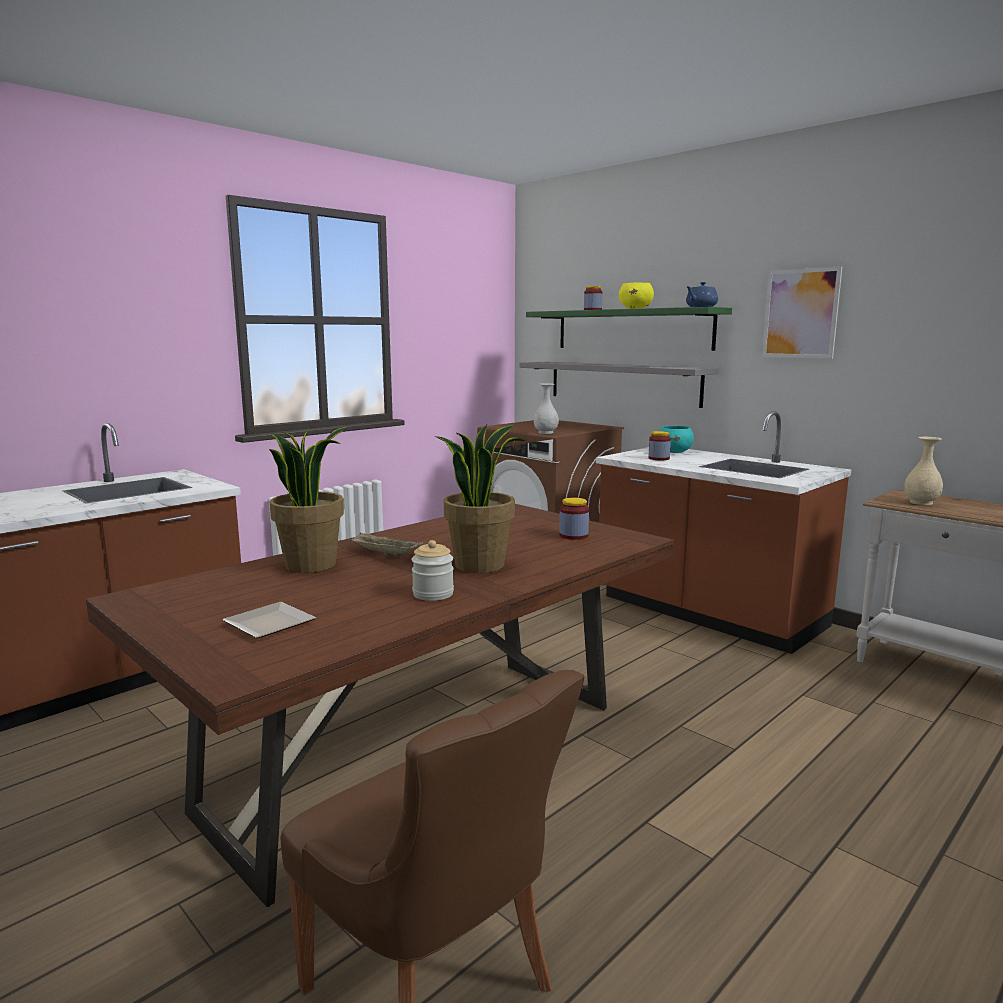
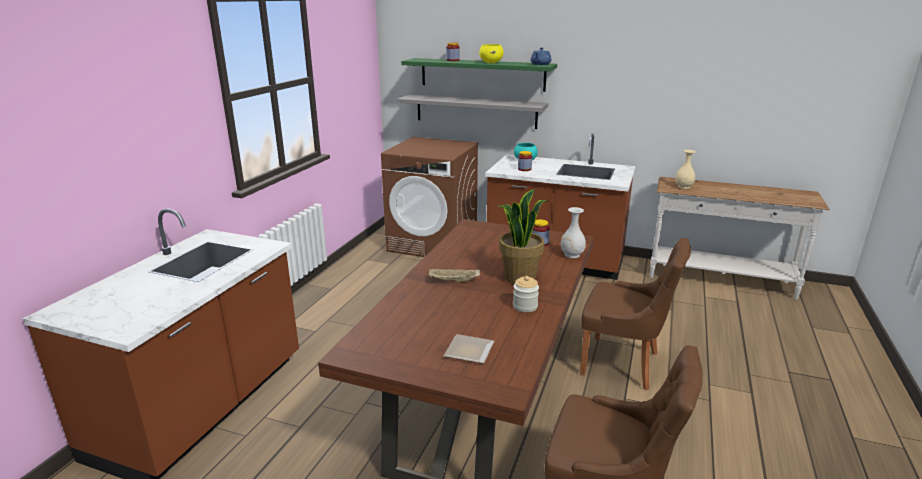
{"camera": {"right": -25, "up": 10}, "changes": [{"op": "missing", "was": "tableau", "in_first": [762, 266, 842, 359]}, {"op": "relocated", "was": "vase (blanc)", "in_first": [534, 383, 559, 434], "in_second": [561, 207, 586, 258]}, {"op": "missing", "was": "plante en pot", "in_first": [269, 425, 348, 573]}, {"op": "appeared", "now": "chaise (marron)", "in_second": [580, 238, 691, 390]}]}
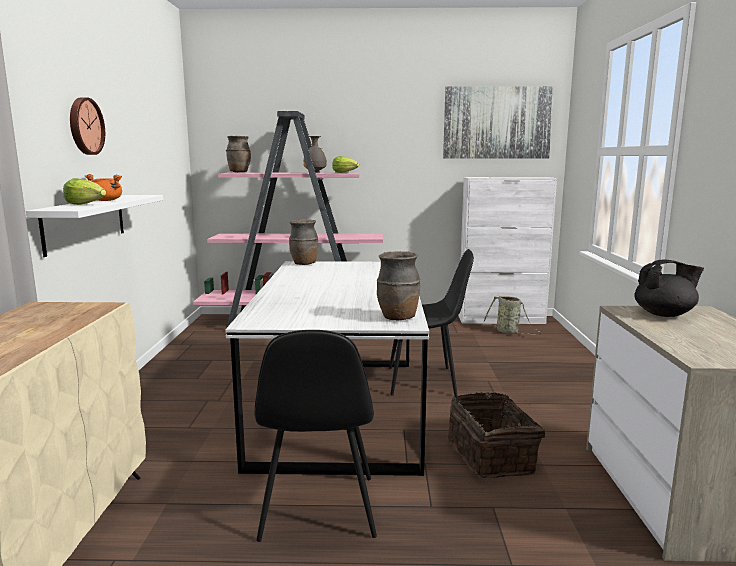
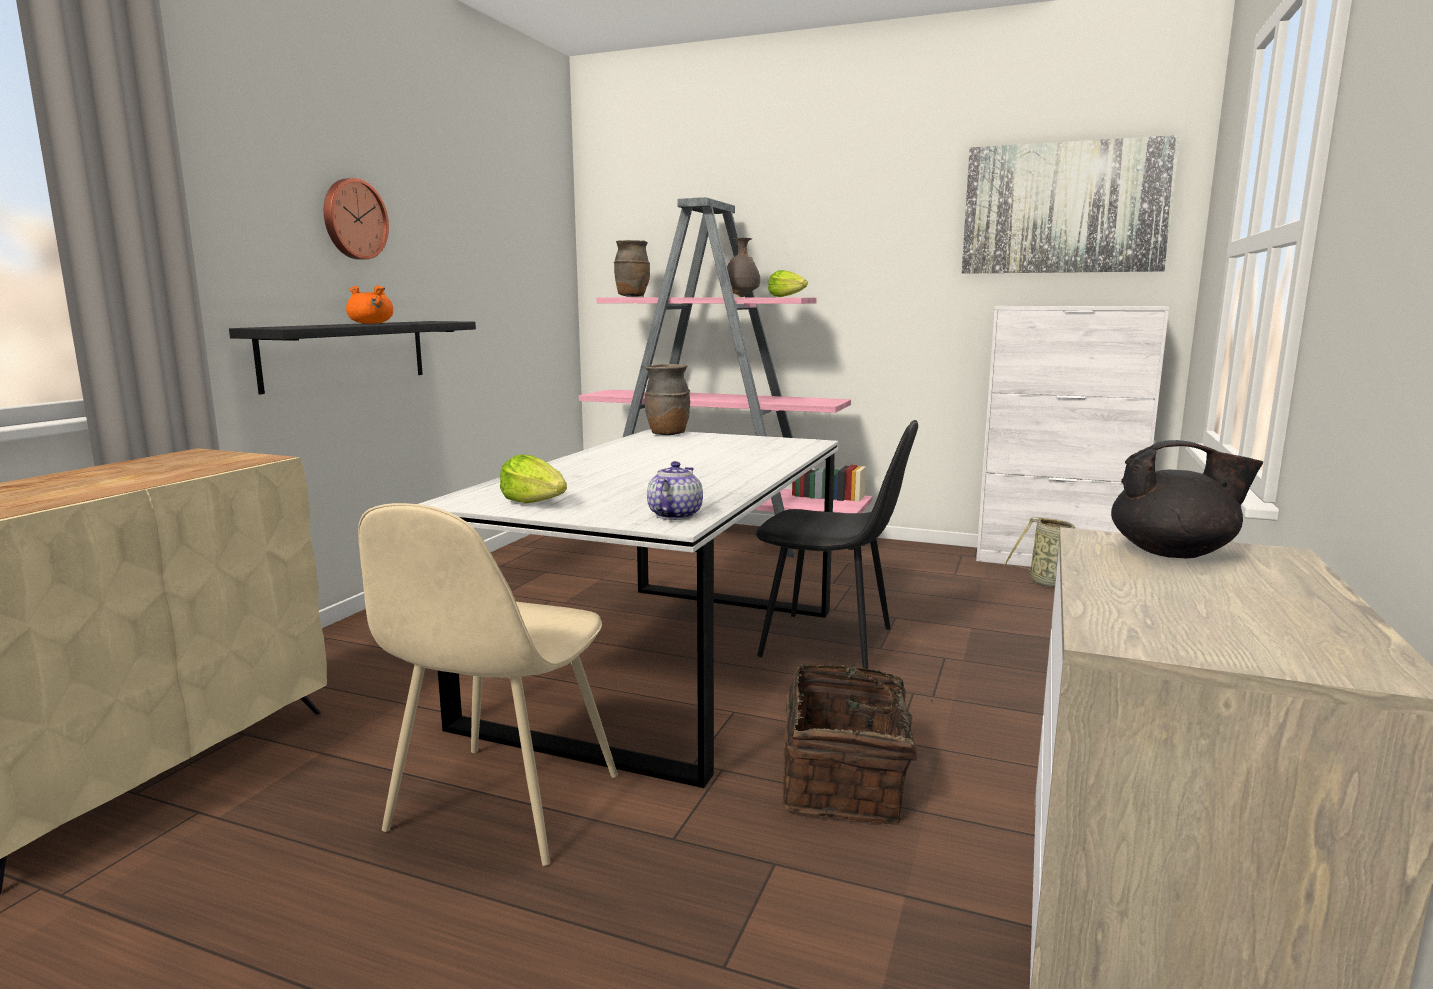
{"camera": {"right": 20, "up": 0}, "changes": [{"op": "relocated", "was": "laitue", "in_first": [63, 178, 106, 205], "in_second": [500, 455, 567, 503]}, {"op": "colour", "was": "étagère (blanc)", "now": "étagère (noir)", "in_first": [26, 195, 163, 257], "in_second": [229, 321, 476, 394]}, {"op": "exchanged", "was": "vase (marron)", "now": "théière", "in_first": [377, 251, 420, 320], "in_second": [647, 461, 703, 520]}, {"op": "colour", "was": "chaise (noir)", "now": "chaise (beige)", "in_first": [255, 330, 377, 542], "in_second": [358, 503, 618, 866]}]}
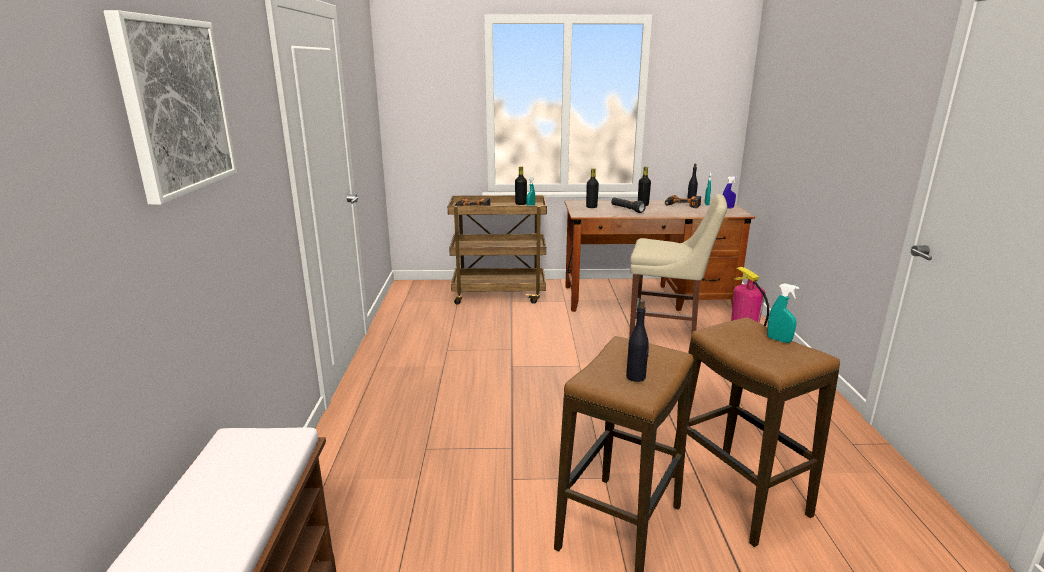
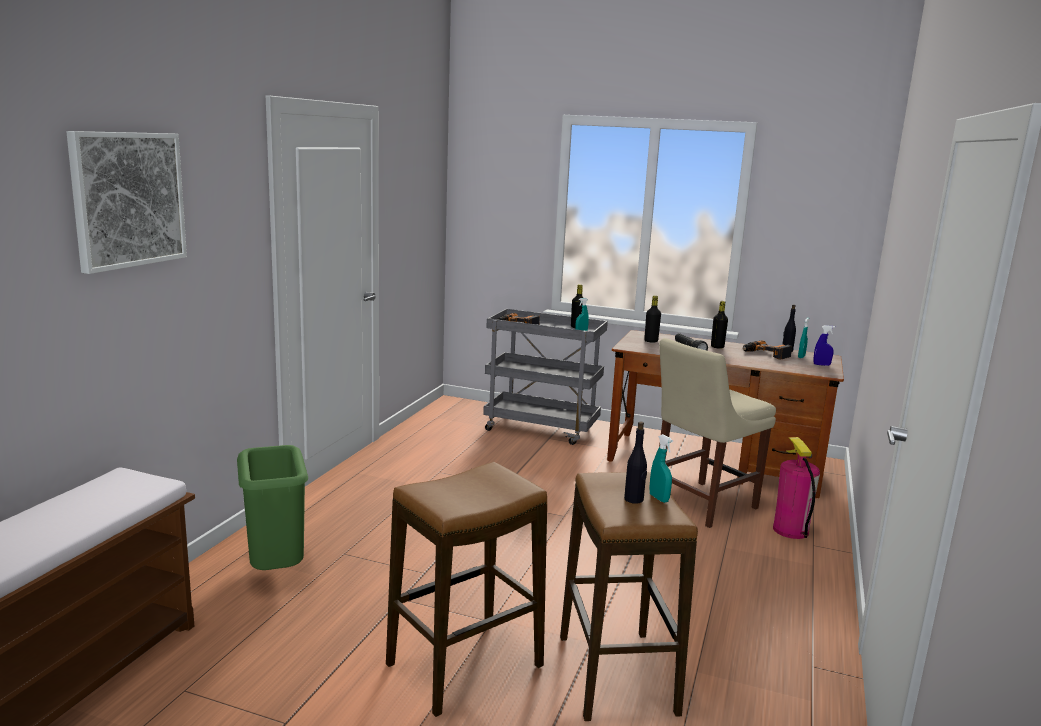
{"camera": {"right": 20, "up": -5}, "changes": [{"op": "spun", "was": "chaise (beige)", "in_first": [629, 194, 727, 339], "in_second": [659, 338, 776, 528], "clockwise": 105}, {"op": "colour", "was": "chariot (marron)", "now": "chariot (gris)", "in_first": [448, 195, 547, 305], "in_second": [483, 309, 608, 445]}, {"op": "relocated", "was": "bouteille (noir)", "in_first": [626, 299, 649, 382], "in_second": [624, 422, 647, 504]}, {"op": "appeared", "now": "poubelle (vert)", "in_second": [237, 445, 308, 570]}]}
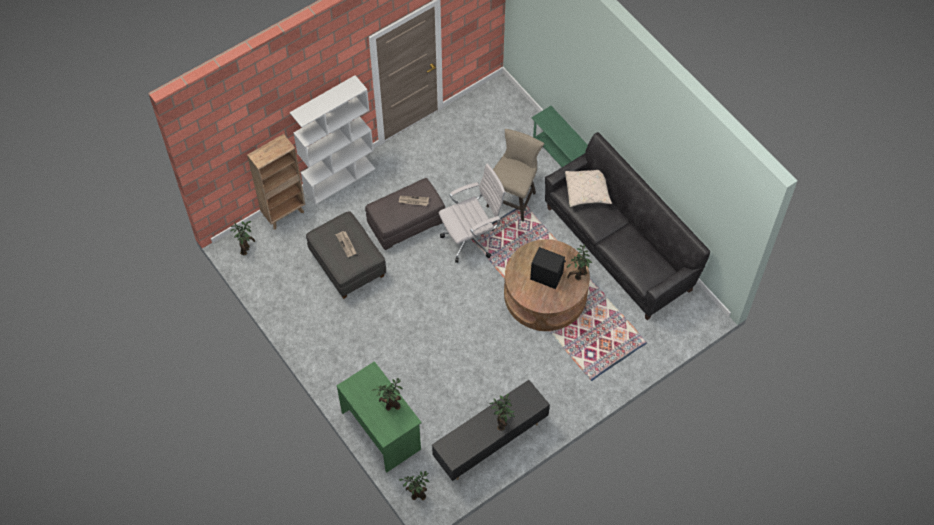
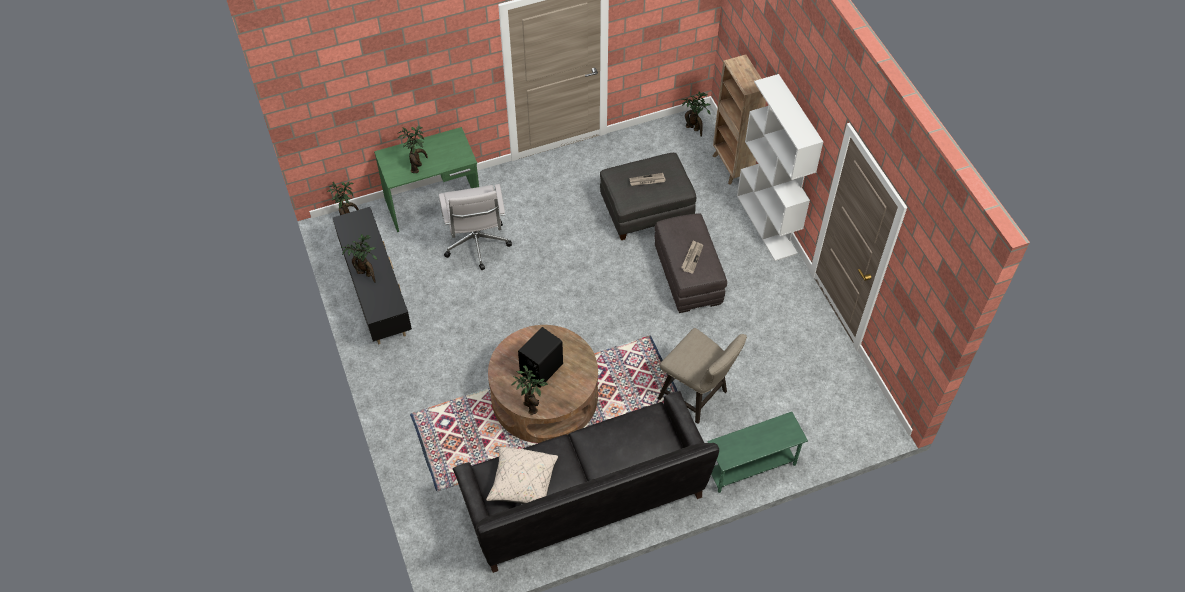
{"camera": {"right": 105, "up": -5}, "changes": [{"op": "relocated", "was": "chaise de bureau (blanc)", "in_first": [439, 164, 506, 263], "in_second": [439, 184, 512, 270]}, {"op": "relocated", "was": "coussin (beige)", "in_first": [565, 170, 612, 208], "in_second": [486, 446, 558, 504]}]}
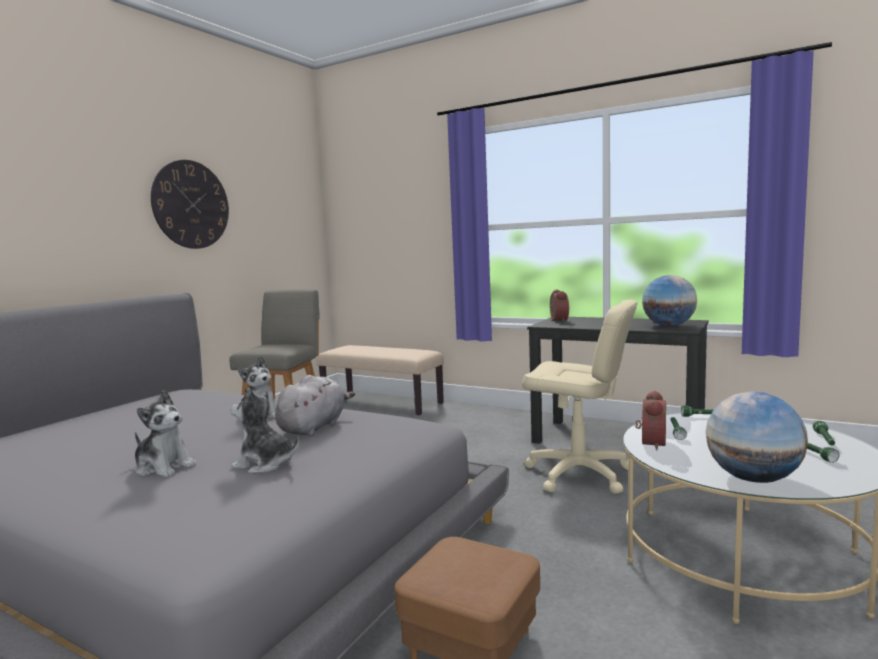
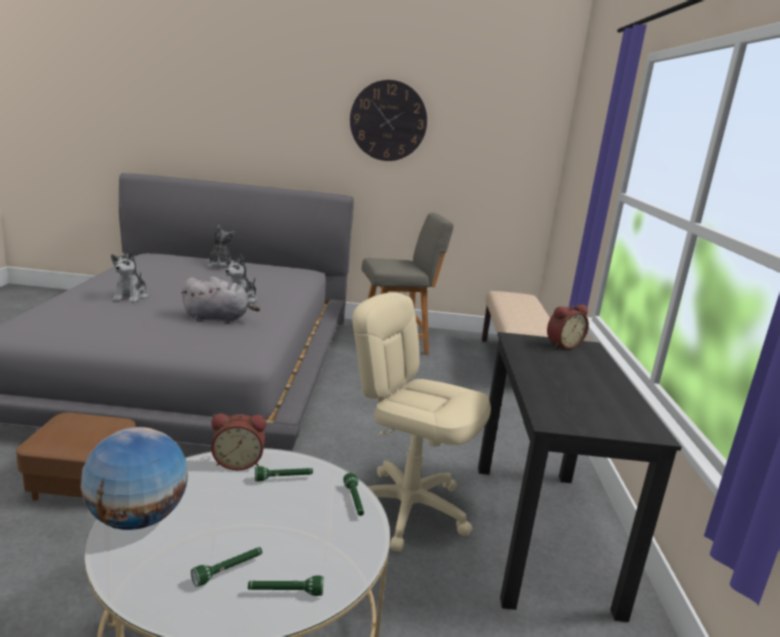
{"camera": {"right": 60, "up": 10}, "changes": [{"op": "missing", "was": "globe", "in_first": [642, 275, 697, 326]}, {"op": "spun", "was": "chaise de bureau (beige)", "in_first": [522, 300, 637, 494], "in_second": [352, 292, 491, 552], "clockwise": 120}, {"op": "relocated", "was": "peluche", "in_first": [231, 388, 299, 474], "in_second": [207, 225, 234, 269]}]}
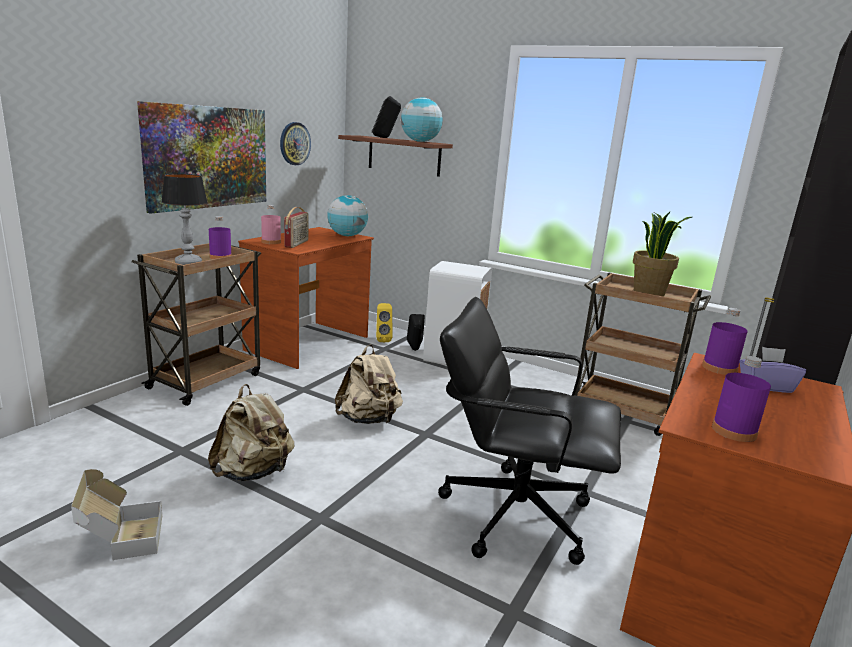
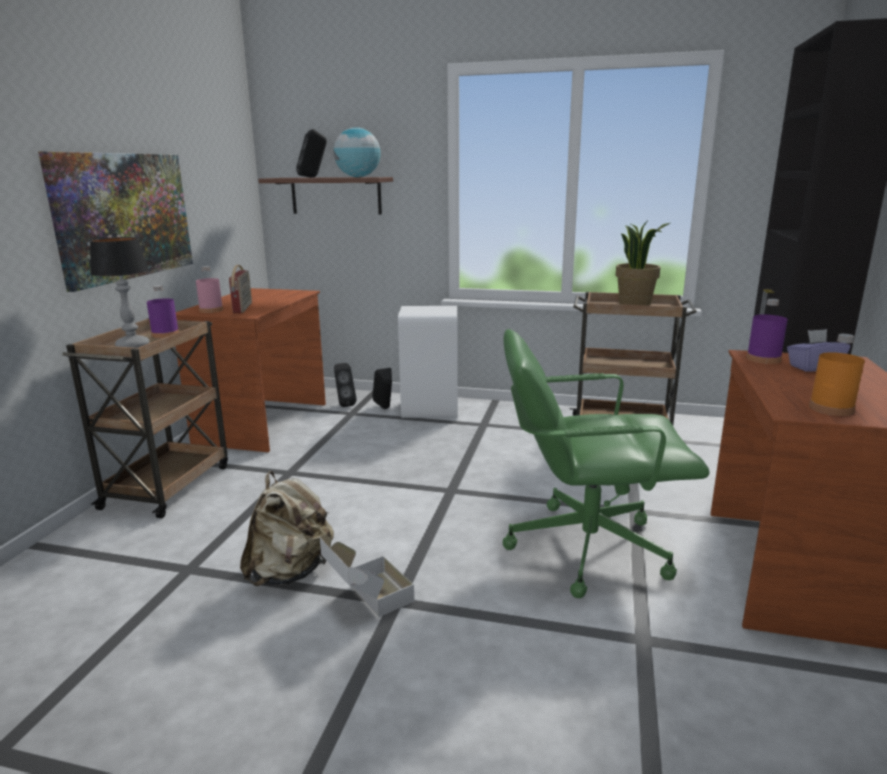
{"camera": {"right": -15, "up": 0}, "changes": [{"op": "missing", "was": "horloge murale", "in_first": [280, 122, 311, 165]}, {"op": "missing", "was": "globe", "in_first": [327, 195, 368, 236]}, {"op": "colour", "was": "chaise de bureau (noir)", "now": "chaise de bureau (vert)", "in_first": [438, 297, 621, 565], "in_second": [503, 329, 709, 598]}, {"op": "colour", "was": "enceinte (jaune)", "now": "enceinte (noir)", "in_first": [376, 303, 393, 342], "in_second": [334, 363, 357, 407]}, {"op": "missing", "was": "sac à dos (beige)", "in_first": [335, 345, 403, 424]}, {"op": "colour", "was": "bouteille (violet)", "now": "bouteille (orange)", "in_first": [712, 356, 771, 442], "in_second": [809, 334, 865, 416]}, {"op": "relocated", "was": "carton", "in_first": [71, 469, 162, 560], "in_second": [320, 535, 414, 617]}]}
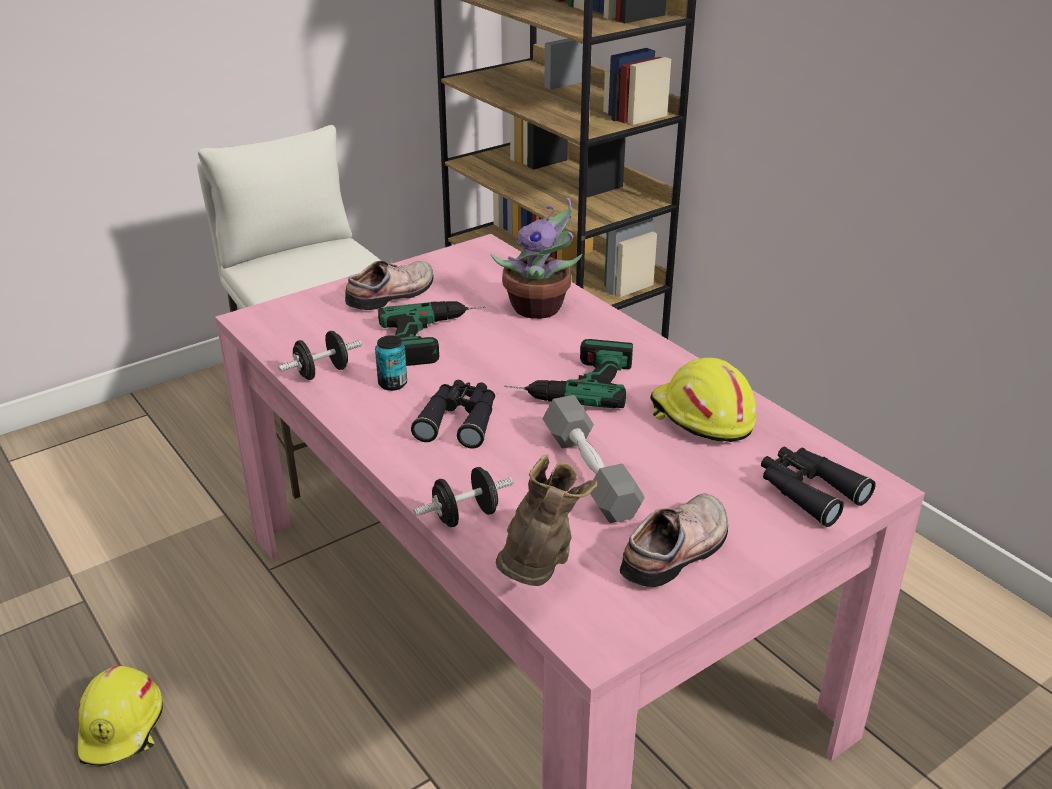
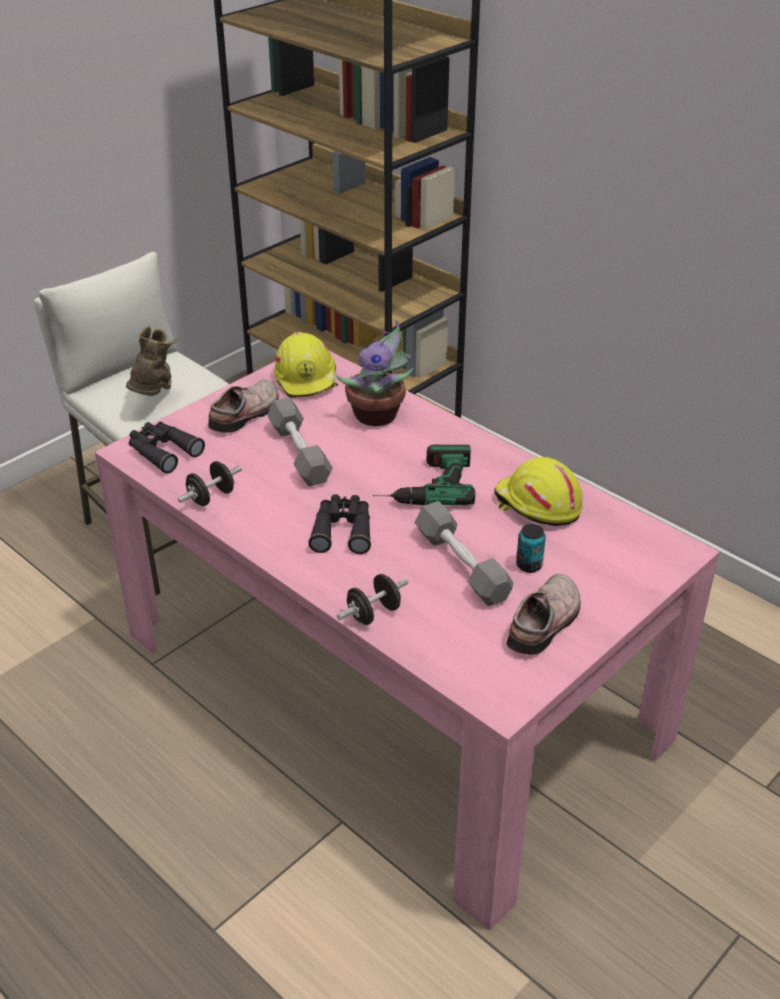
{"camera": {"right": -10, "up": 5}, "changes": [{"op": "exchanged", "was": "perceuse", "now": "haltère (gris)", "in_first": [378, 301, 486, 366], "in_second": [267, 397, 333, 486]}, {"op": "relocated", "was": "boîte métallique", "in_first": [375, 335, 407, 391], "in_second": [516, 524, 546, 573]}, {"op": "relocated", "was": "jumelles (noir)", "in_first": [761, 447, 876, 527], "in_second": [129, 422, 205, 474]}, {"op": "relocated", "was": "botte (marron)", "in_first": [496, 455, 597, 586], "in_second": [126, 326, 179, 396]}, {"op": "relocated", "was": "casque de chantier (jaune)", "in_first": [77, 666, 163, 766], "in_second": [274, 332, 338, 398]}]}
